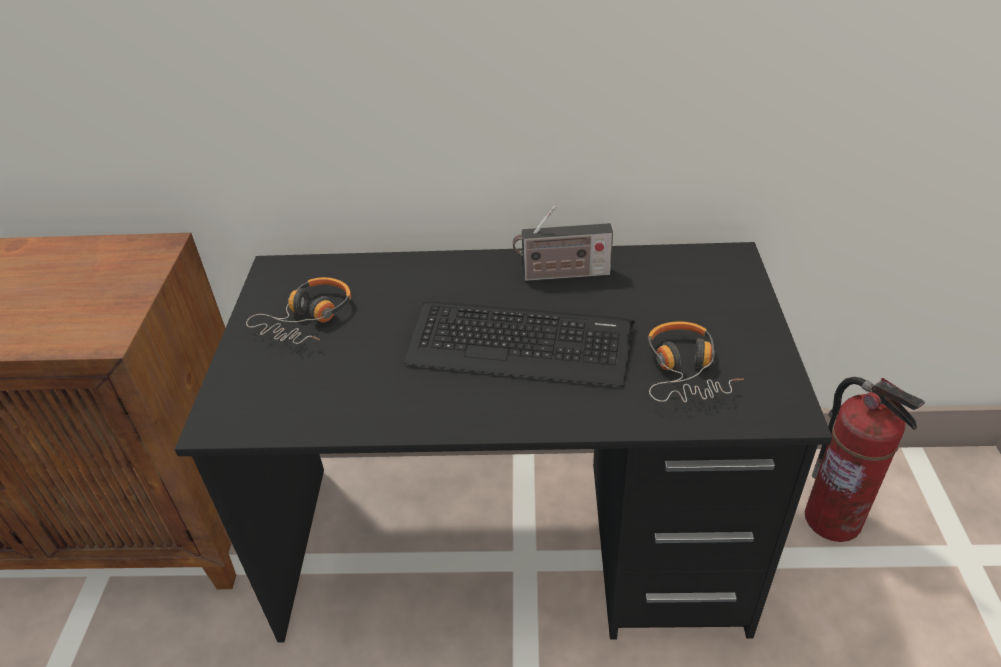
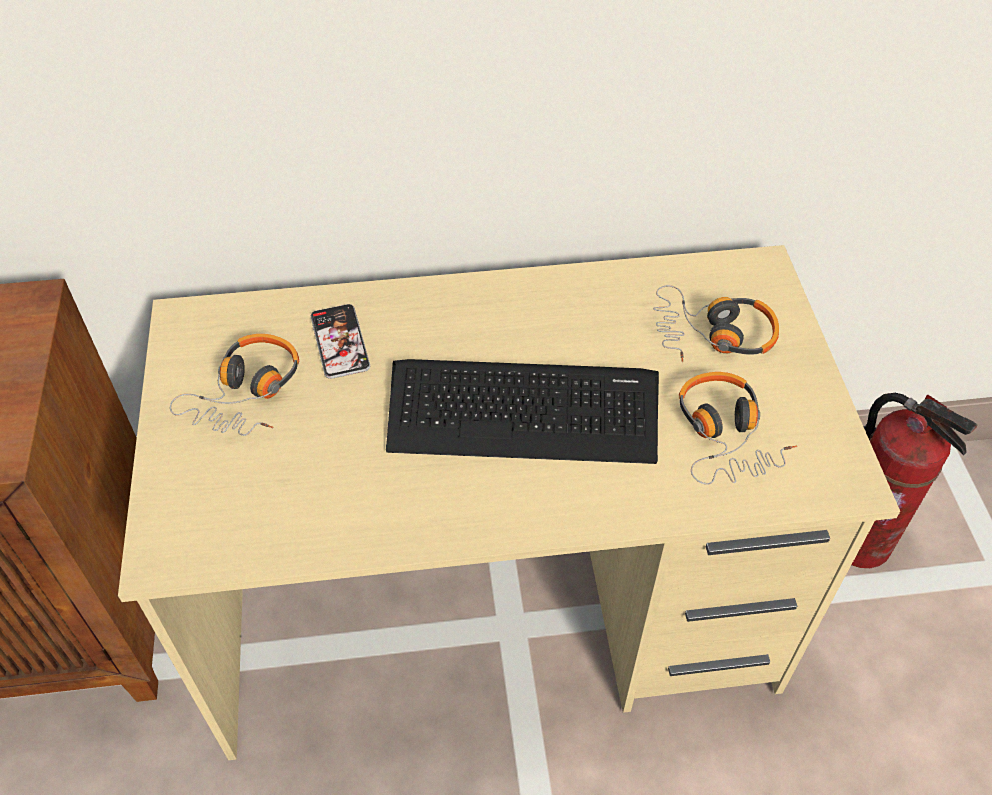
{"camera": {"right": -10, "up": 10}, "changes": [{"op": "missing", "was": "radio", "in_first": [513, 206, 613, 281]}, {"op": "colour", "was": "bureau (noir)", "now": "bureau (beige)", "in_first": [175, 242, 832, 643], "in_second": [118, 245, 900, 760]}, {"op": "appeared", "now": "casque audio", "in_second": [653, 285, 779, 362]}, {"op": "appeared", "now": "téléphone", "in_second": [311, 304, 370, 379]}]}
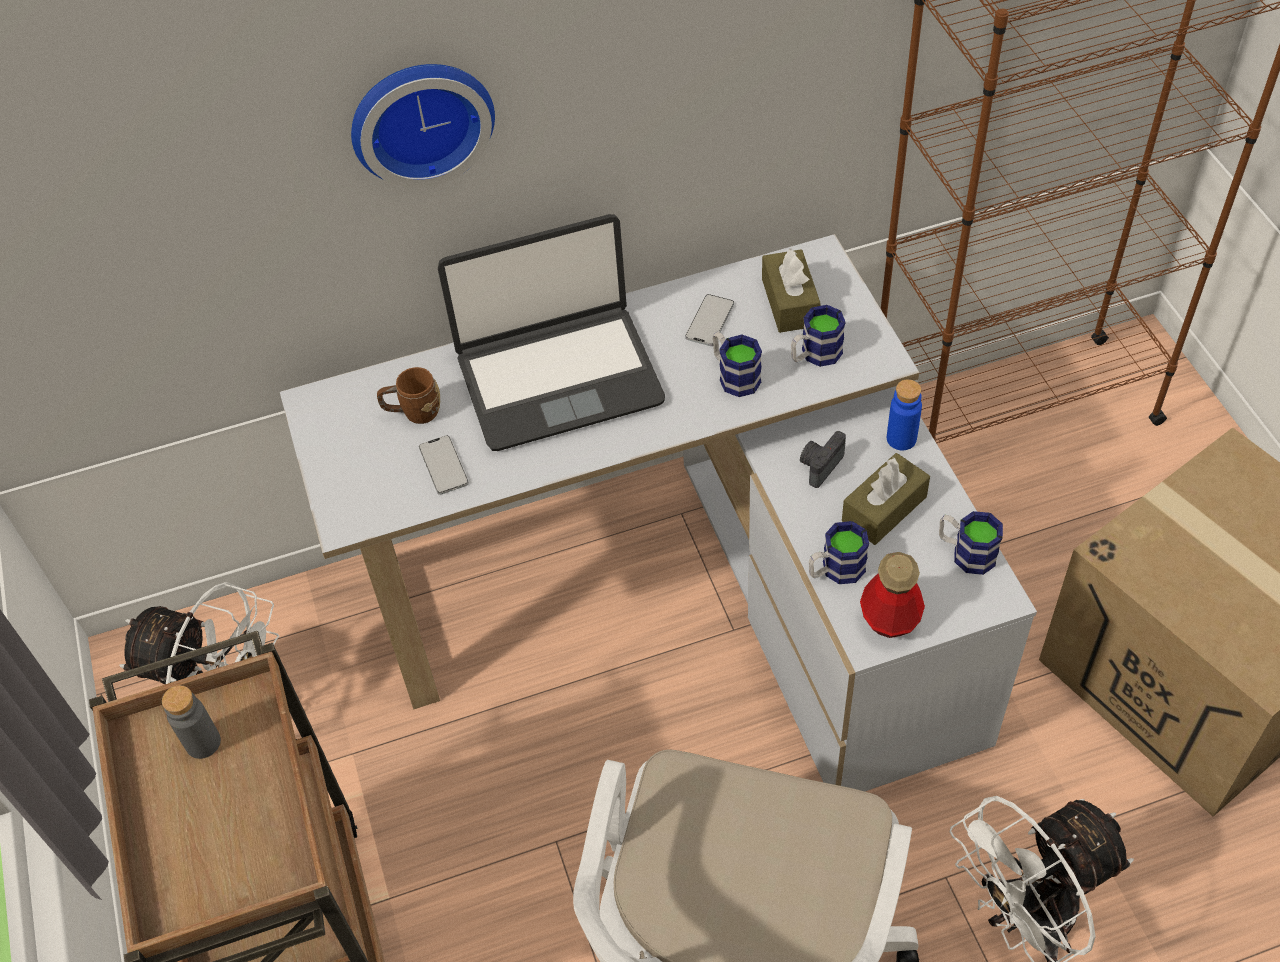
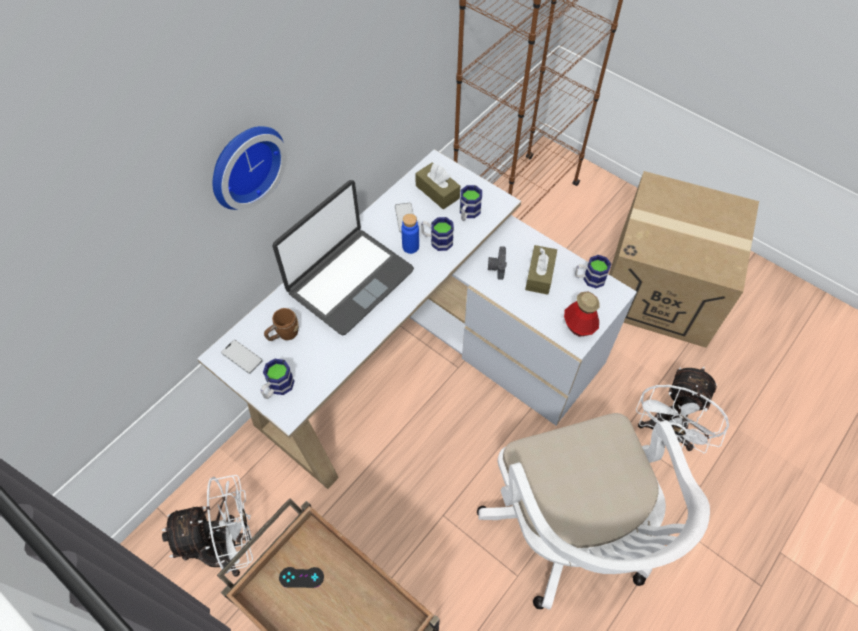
{"camera": {"right": -35, "up": 5}, "changes": [{"op": "relocated", "was": "bouteille (bleu)", "in_first": [887, 379, 922, 450], "in_second": [401, 214, 419, 254]}, {"op": "relocated", "was": "téléphone", "in_first": [419, 435, 469, 495], "in_second": [221, 340, 263, 374]}, {"op": "relocated", "was": "mug", "in_first": [809, 521, 869, 584], "in_second": [261, 359, 294, 399]}, {"op": "exchanged", "was": "bouteille (gris)", "now": "manette (noir)", "in_first": [162, 685, 221, 759], "in_second": [279, 567, 324, 588]}]}
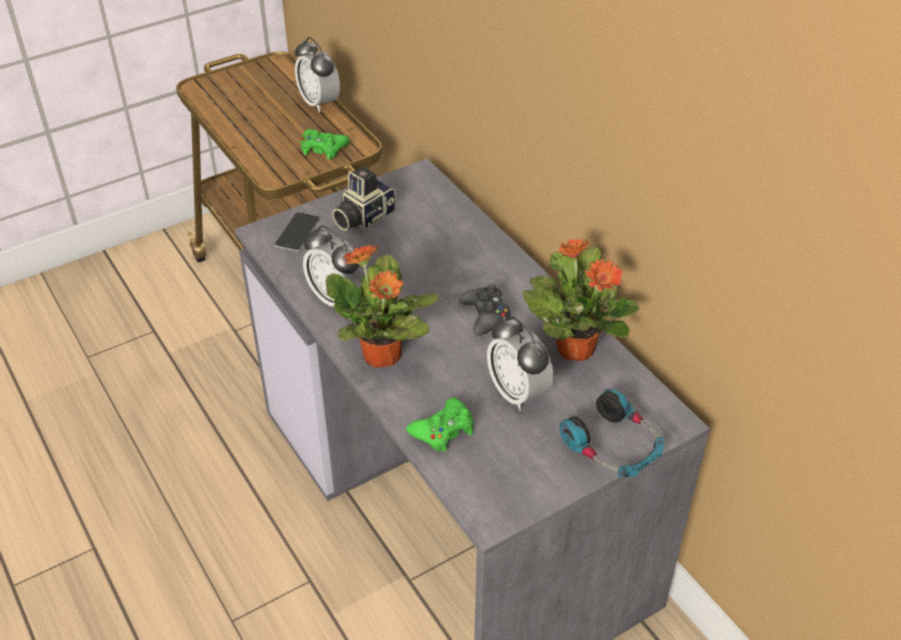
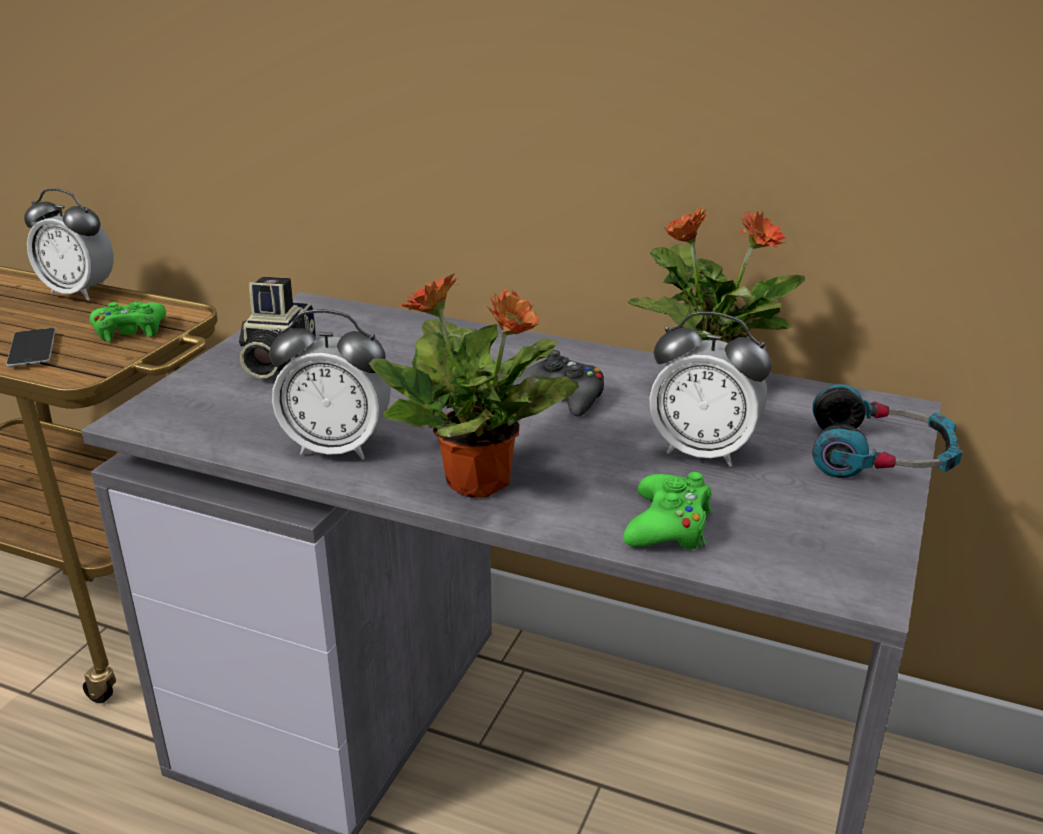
{"camera": {"right": -35, "up": -15}, "changes": [{"op": "relocated", "was": "téléphone", "in_first": [274, 212, 320, 252], "in_second": [6, 328, 55, 367]}]}
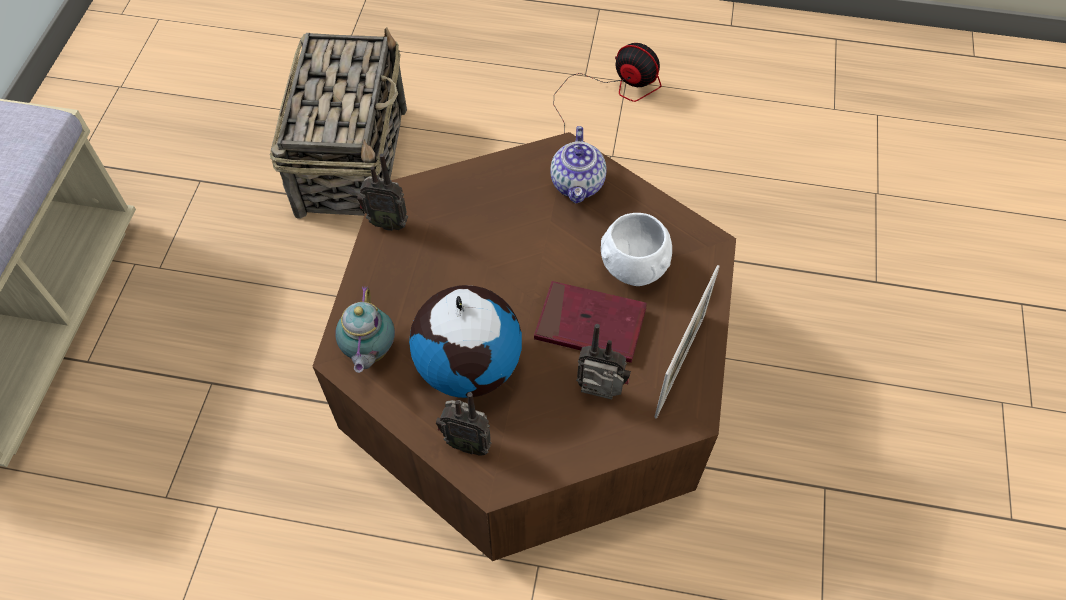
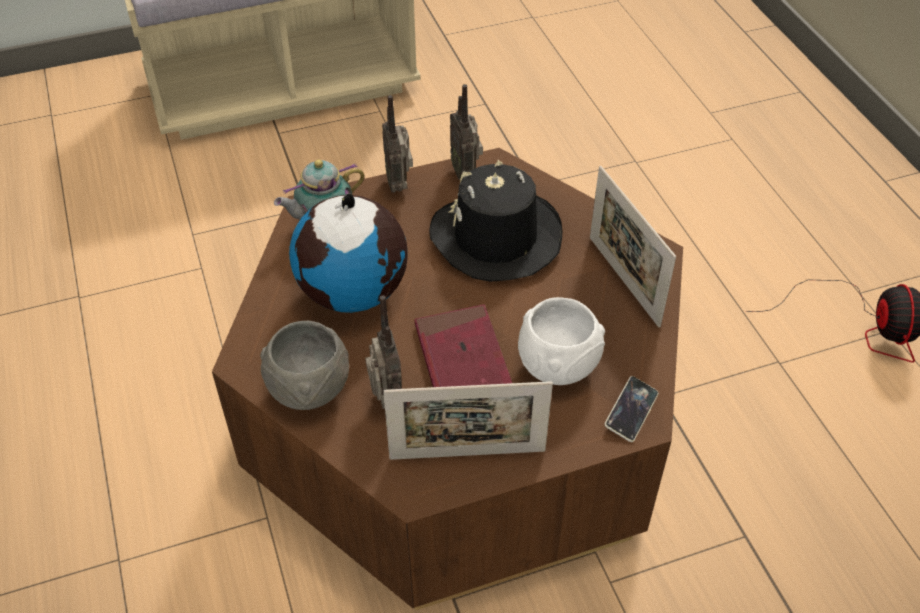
{"camera": {"right": 60, "up": -10}, "changes": [{"op": "missing", "was": "panier", "in_first": [270, 27, 407, 219]}, {"op": "exchanged", "was": "théière", "now": "cadre photo", "in_first": [550, 126, 606, 204], "in_second": [590, 166, 676, 327]}, {"op": "relocated", "was": "radio", "in_first": [436, 392, 492, 456], "in_second": [382, 95, 413, 193]}, {"op": "appeared", "now": "chapeau (noir)", "in_second": [429, 160, 562, 282]}, {"op": "appeared", "now": "bol (gris)", "in_second": [260, 321, 349, 410]}, {"op": "appeared", "now": "téléphone", "in_second": [604, 376, 658, 442]}]}
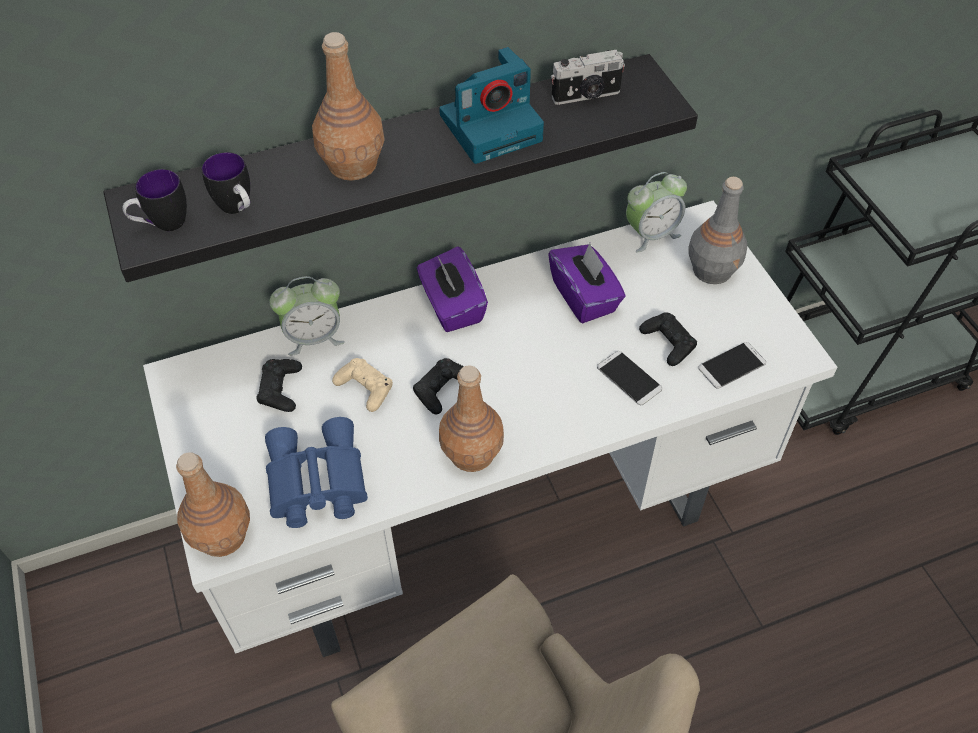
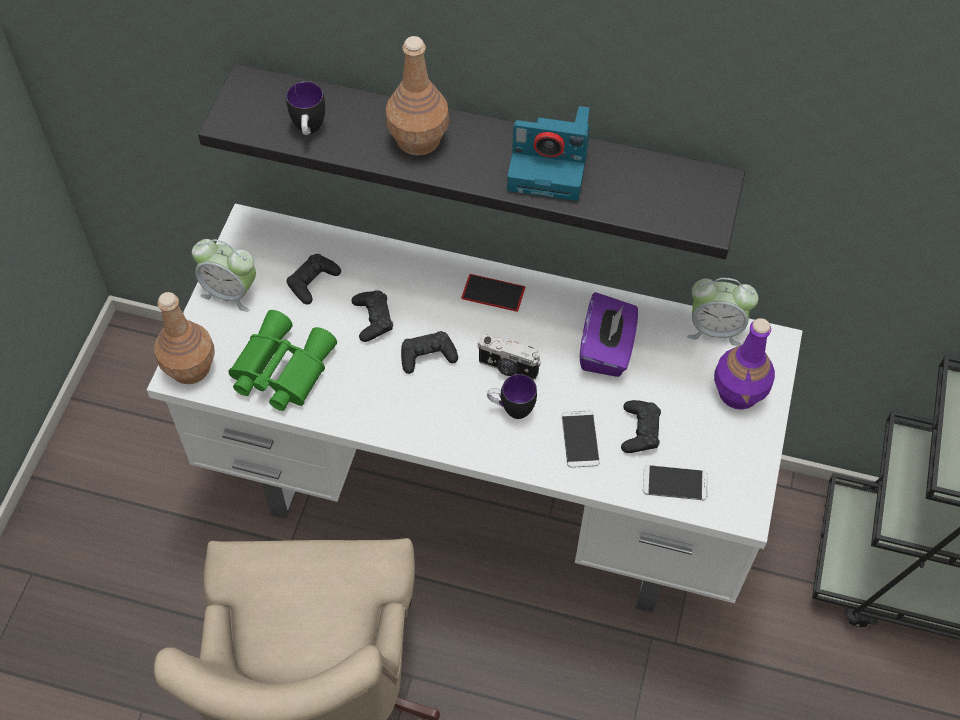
{"camera": {"right": 35, "up": 5}, "changes": [{"op": "relocated", "was": "appareil photo", "in_first": [551, 50, 625, 105], "in_second": [478, 334, 541, 380]}, {"op": "relocated", "was": "mug", "in_first": [122, 169, 187, 231], "in_second": [487, 374, 537, 419]}, {"op": "colour", "was": "bouteille (gris)", "now": "bouteille (violet)", "in_first": [688, 177, 747, 284], "in_second": [714, 318, 775, 410]}, {"op": "exchanged", "was": "boîte à mouchoirs (violet)", "now": "téléphone", "in_first": [417, 246, 488, 332], "in_second": [461, 274, 525, 312]}, {"op": "relocated", "was": "réveil", "in_first": [269, 276, 345, 356], "in_second": [192, 239, 256, 312]}, {"op": "colour", "was": "manette (beige)", "now": "manette (noir)", "in_first": [332, 358, 393, 412], "in_second": [352, 290, 393, 342]}, {"op": "missing", "was": "bouteille (marron)", "in_first": [439, 365, 504, 472]}, {"op": "colour", "was": "jumelles (bleu)", "now": "jumelles (vert)", "in_first": [265, 417, 368, 528], "in_second": [228, 310, 337, 411]}]}
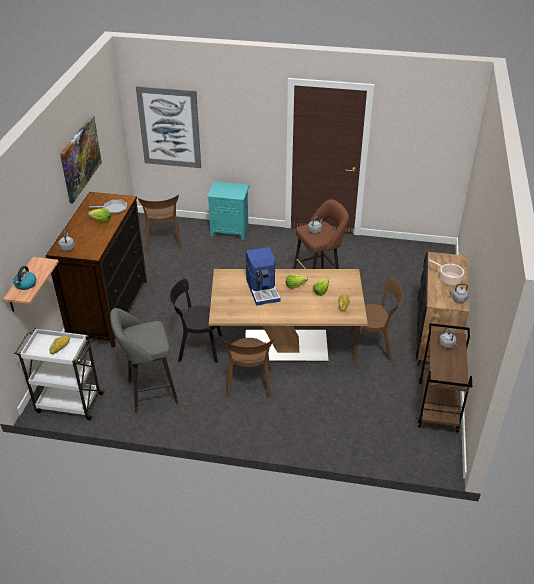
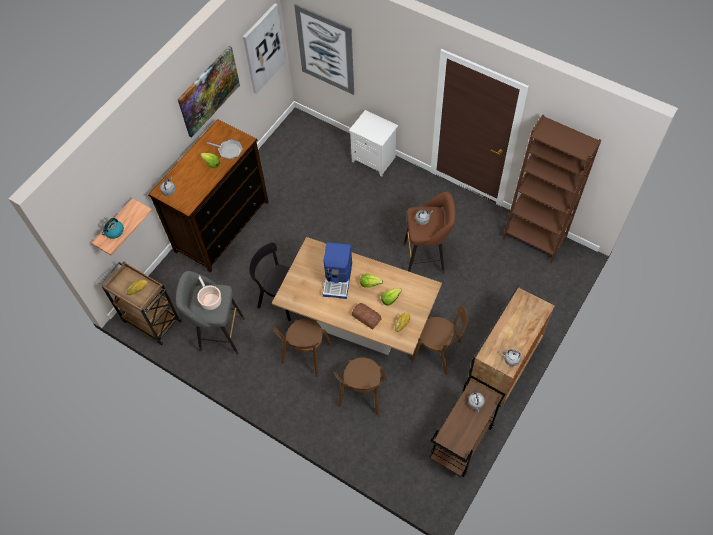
{"camera": {"right": 25, "up": 20}, "changes": [{"op": "colour", "was": "table de chevet (turquoise)", "now": "table de chevet (blanc)", "in_first": [207, 181, 249, 240], "in_second": [349, 110, 398, 176]}, {"op": "relocated", "was": "chaise (marron)", "in_first": [138, 195, 182, 251], "in_second": [334, 357, 387, 415]}, {"op": "relocated", "was": "marmite", "in_first": [429, 260, 464, 286], "in_second": [197, 276, 221, 310]}, {"op": "colour", "was": "chariot (blanc)", "now": "chariot (marron)", "in_first": [14, 328, 105, 420], "in_second": [100, 262, 183, 345]}, {"op": "appeared", "now": "tableau", "in_second": [243, 3, 286, 94]}, {"op": "appeared", "now": "bibliothèque (marron)", "in_second": [503, 115, 601, 263]}, {"op": "appeared", "now": "pain", "in_second": [352, 303, 382, 329]}]}
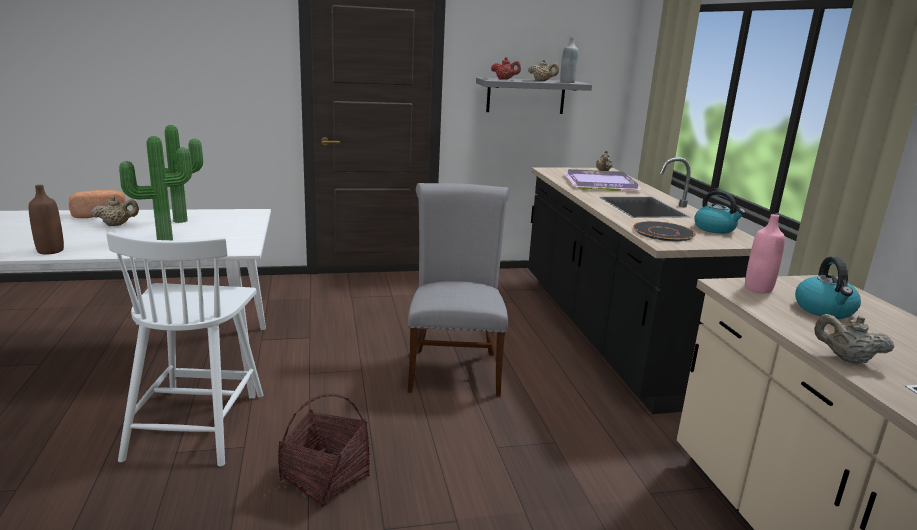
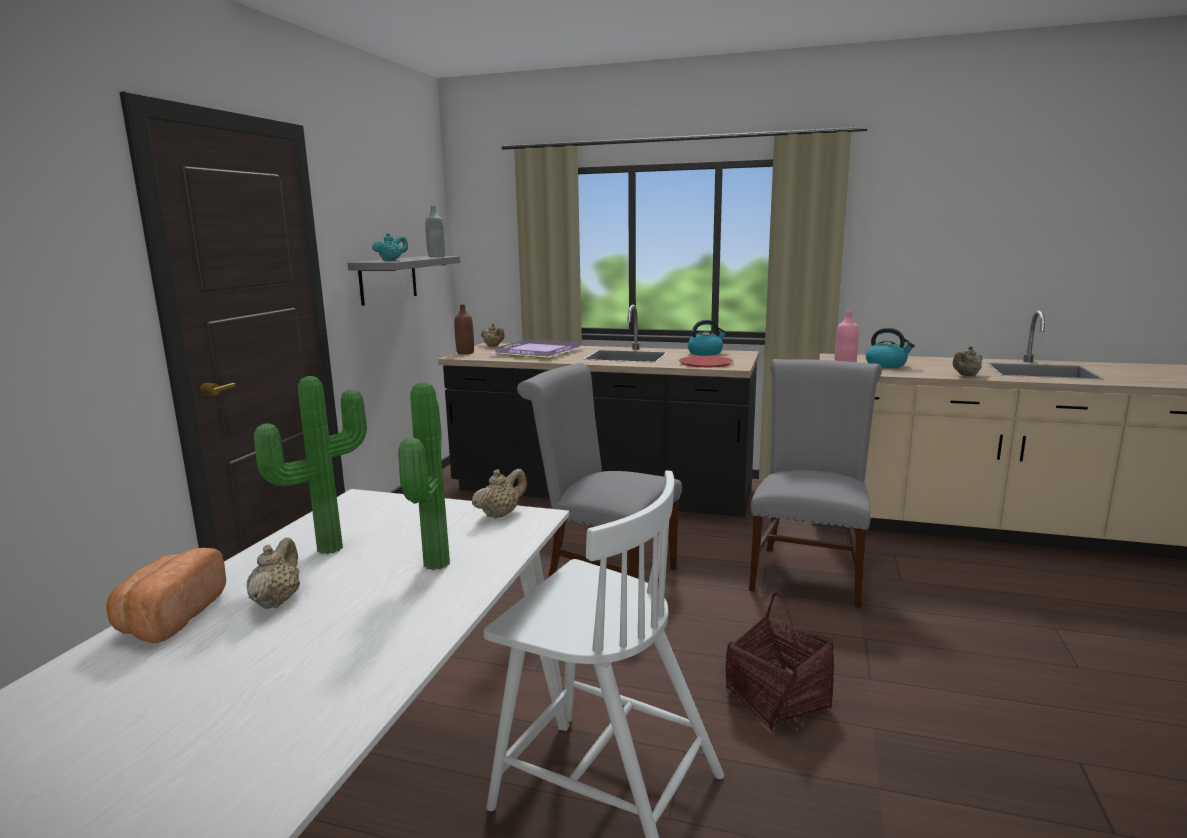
{"camera": {"right": -60, "up": -5}, "changes": [{"op": "colour", "was": "théière (rouge)", "now": "théière (turquoise)", "in_first": [491, 57, 521, 80], "in_second": [372, 233, 408, 261]}, {"op": "relocated", "was": "théière (beige)", "in_first": [528, 59, 559, 81], "in_second": [472, 469, 527, 519]}, {"op": "relocated", "was": "bouteille (marron)", "in_first": [29, 185, 64, 254], "in_second": [455, 304, 474, 354]}, {"op": "colour", "was": "assiette (noir)", "now": "assiette (rouge)", "in_first": [633, 221, 696, 241], "in_second": [679, 356, 734, 368]}, {"op": "appeared", "now": "chaise (gris)", "in_second": [749, 359, 882, 608]}]}
